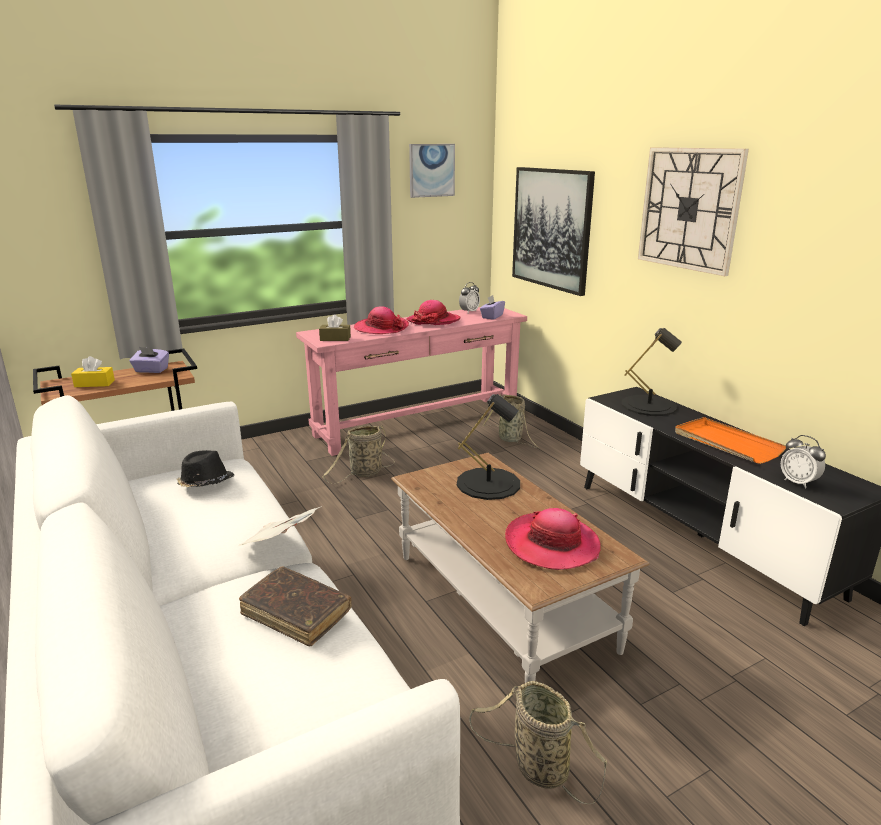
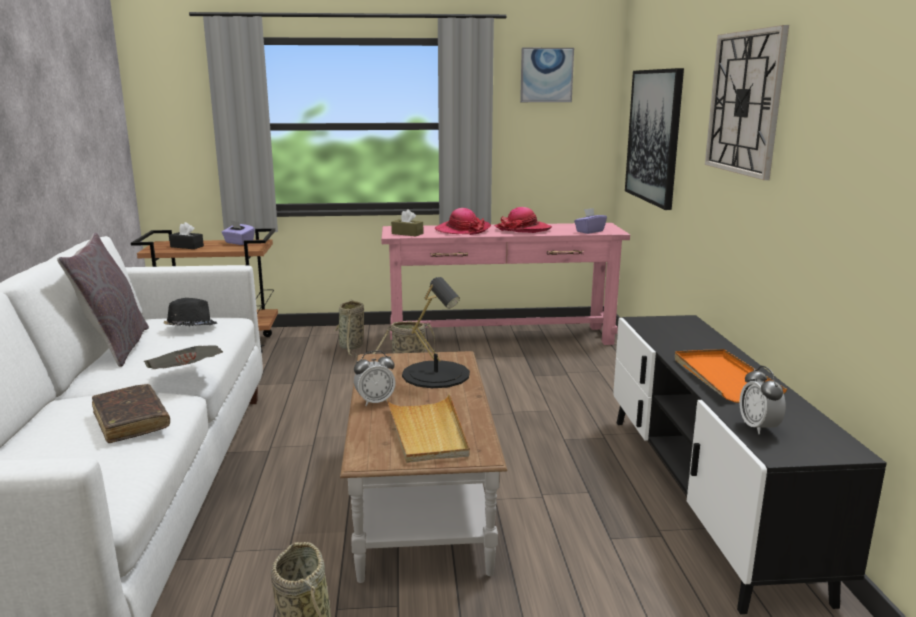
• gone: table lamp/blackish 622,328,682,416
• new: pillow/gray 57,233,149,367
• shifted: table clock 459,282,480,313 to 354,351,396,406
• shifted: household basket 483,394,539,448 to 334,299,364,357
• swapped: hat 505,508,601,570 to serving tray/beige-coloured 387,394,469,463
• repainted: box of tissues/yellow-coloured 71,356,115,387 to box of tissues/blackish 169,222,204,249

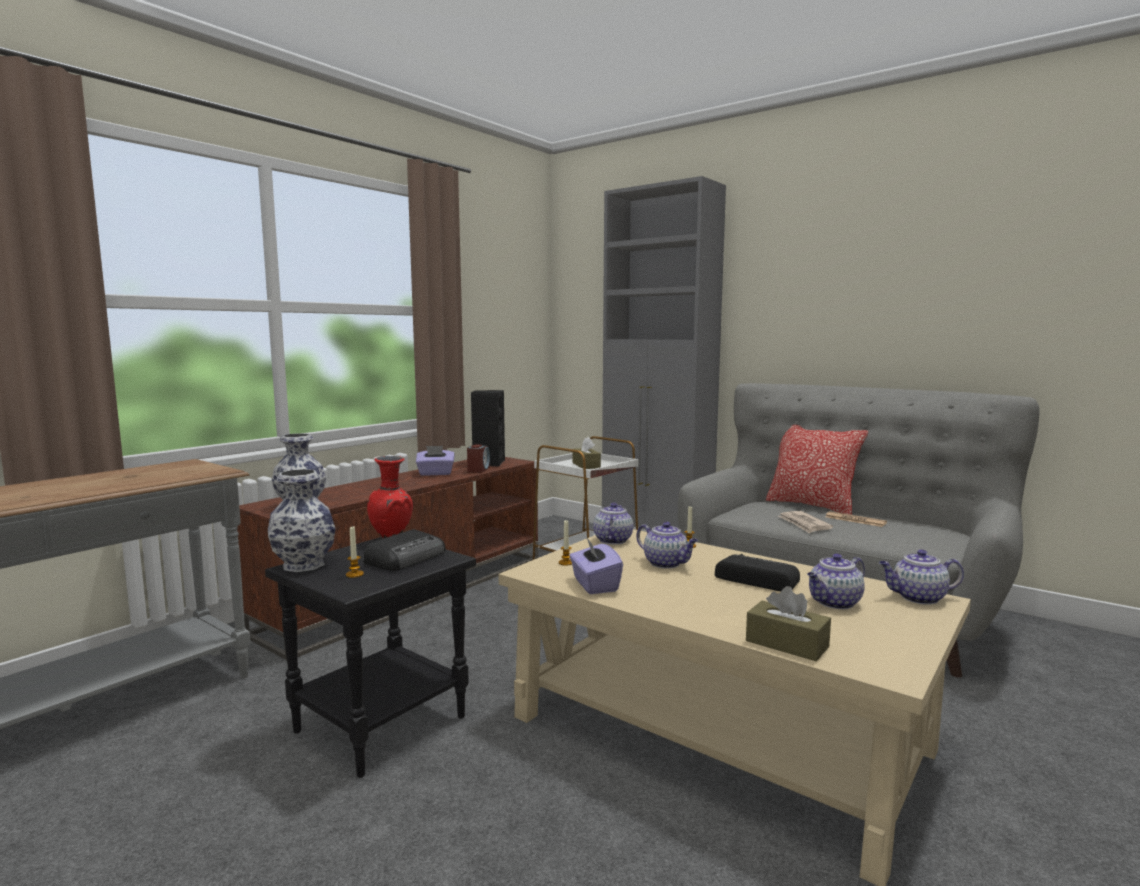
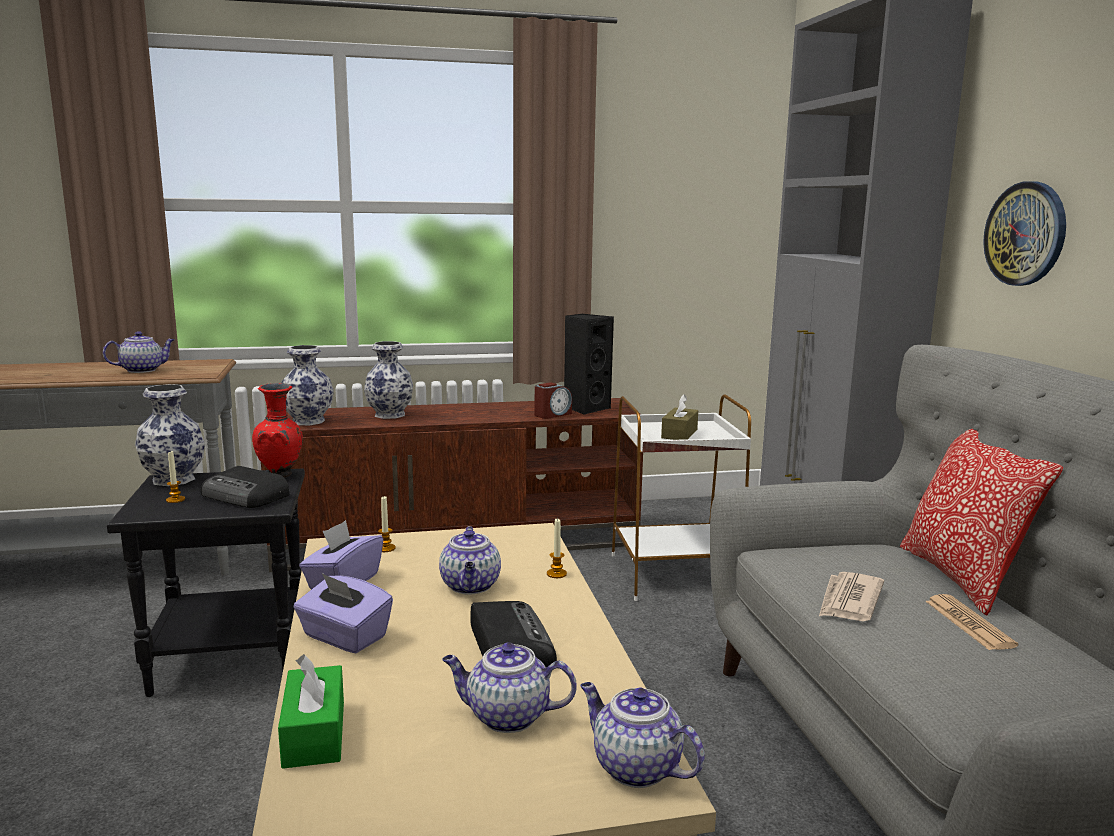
• new: flower vase 364,341,413,419
• new: clock on the wall 983,181,1066,286
• shifted: box of tissues/purple 416,446,455,476 to 294,573,393,653
• shifted: teapot 593,503,633,545 to 103,331,175,373
• repainted: box of tissues/brown 746,586,831,661 to box of tissues/green-coloured 278,654,344,769
• rotated: radio 364,529,446,571 = 201,466,289,508 45 degrees clockwise

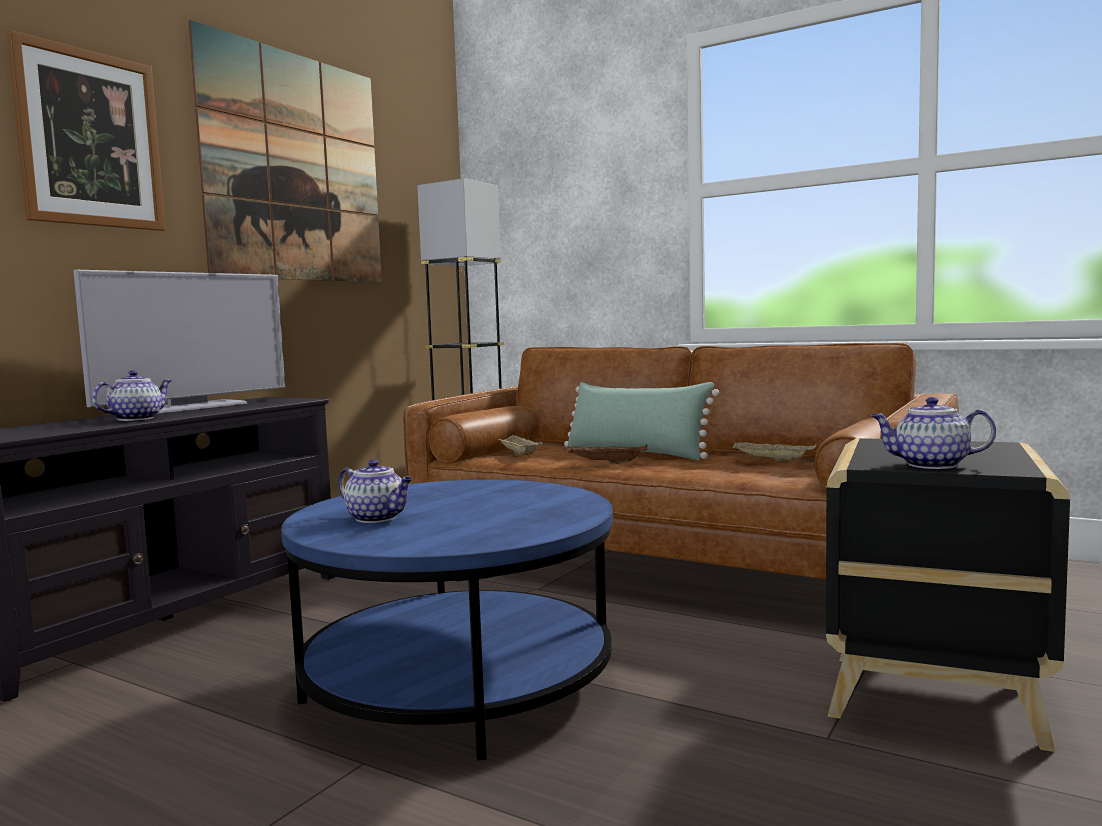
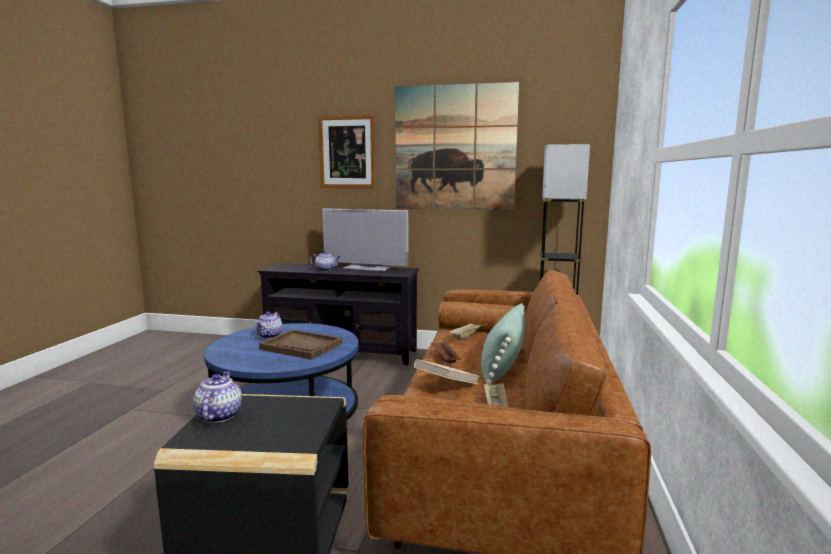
• new: serving tray/brown 259,329,342,360
• new: bound book/beige-coloured 414,359,480,384

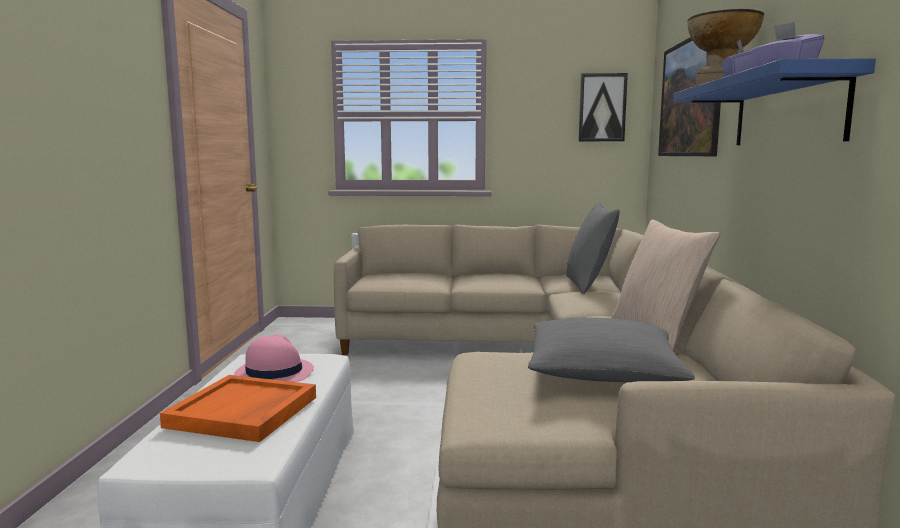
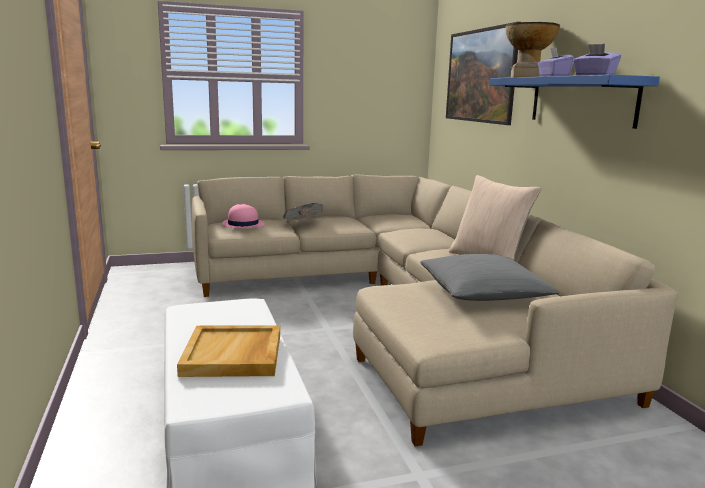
• gone: pillow/gray 566,202,620,294
• gone: picture 578,73,628,141
• new: newspaper 283,203,323,219
• shifted: hat/pinkish 234,334,314,382 to 222,204,265,229
• repainted: serving tray/orange 160,375,316,442 to serving tray/beige-coloured 177,325,280,377

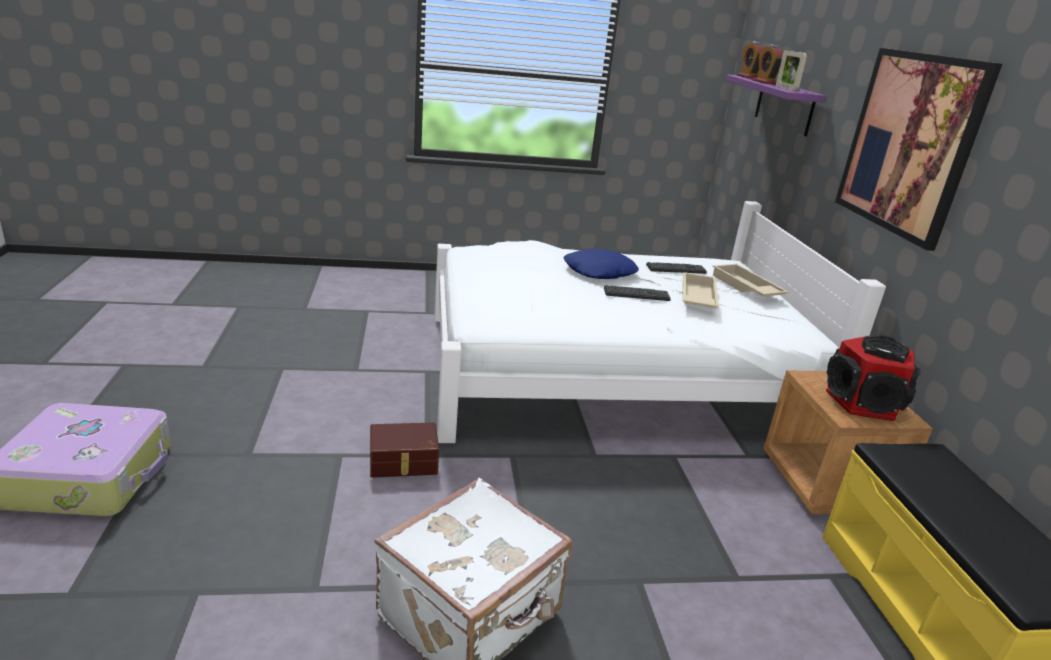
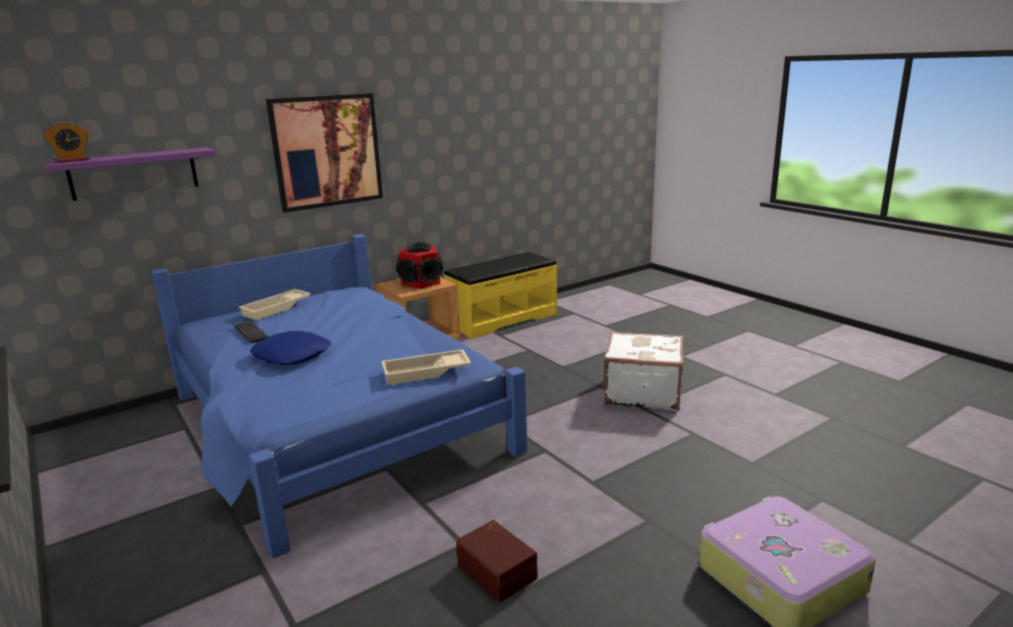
• gone: computer keyboard 604,285,671,301
• gone: table clock 753,45,783,85
• gone: photo frame 776,50,807,91
• shifted: storage bin/brown 370,422,439,478 to 456,520,538,603
• shifted: serving tray/beige-coloured 683,272,719,309 to 382,349,471,385
• repainted: sleeping bed/white 434,201,886,443 to sleeping bed/blue 151,234,527,559

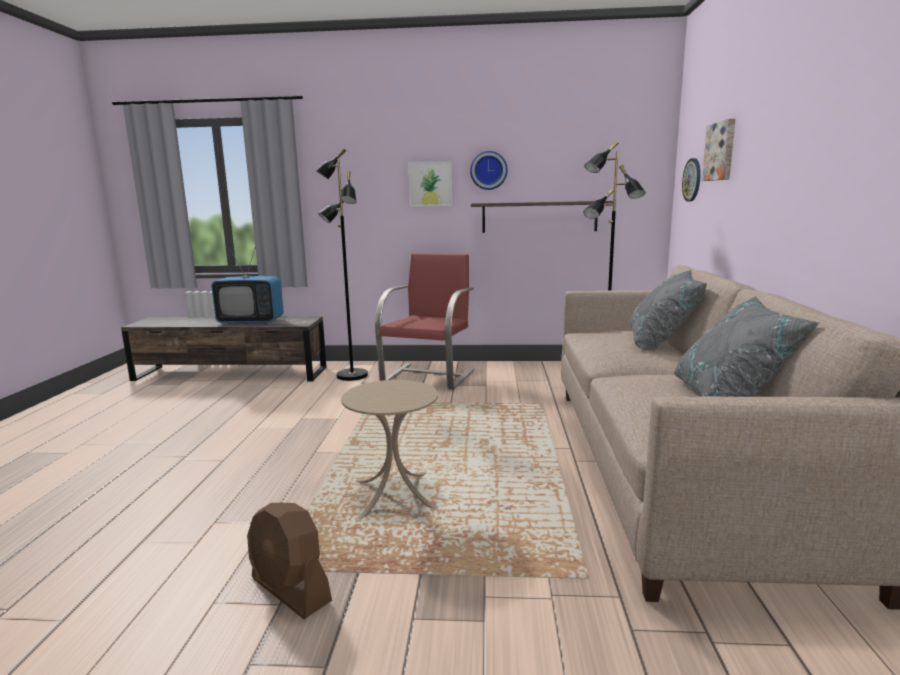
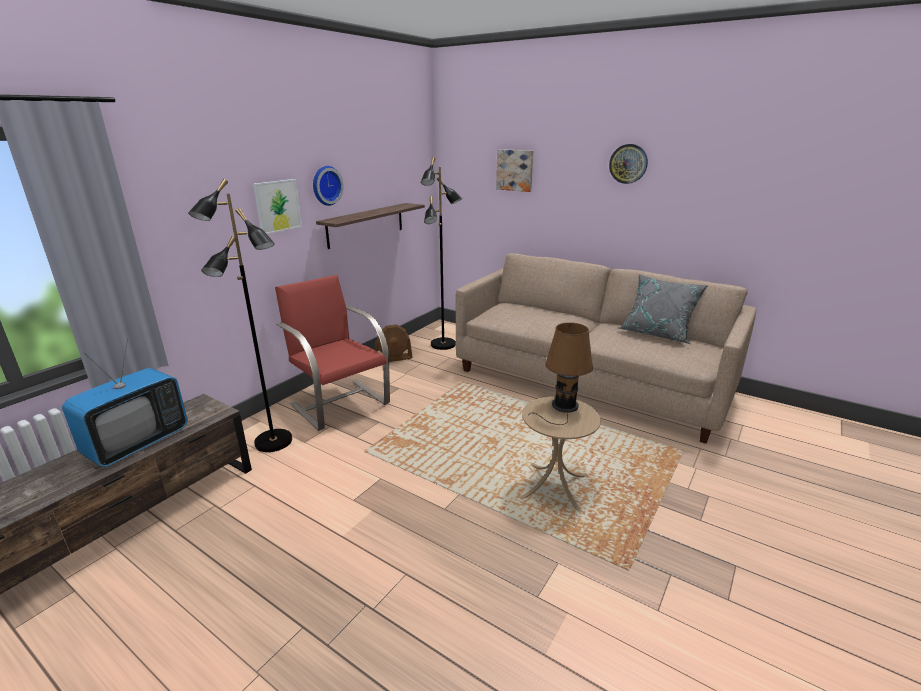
• gone: pillow/gray 630,270,707,350
• new: table lamp/brown 530,322,593,425
• shifted: electric fan/brown 247,503,332,619 to 375,324,413,362
• shifted: clock on the wall 682,158,701,202 to 609,144,648,184

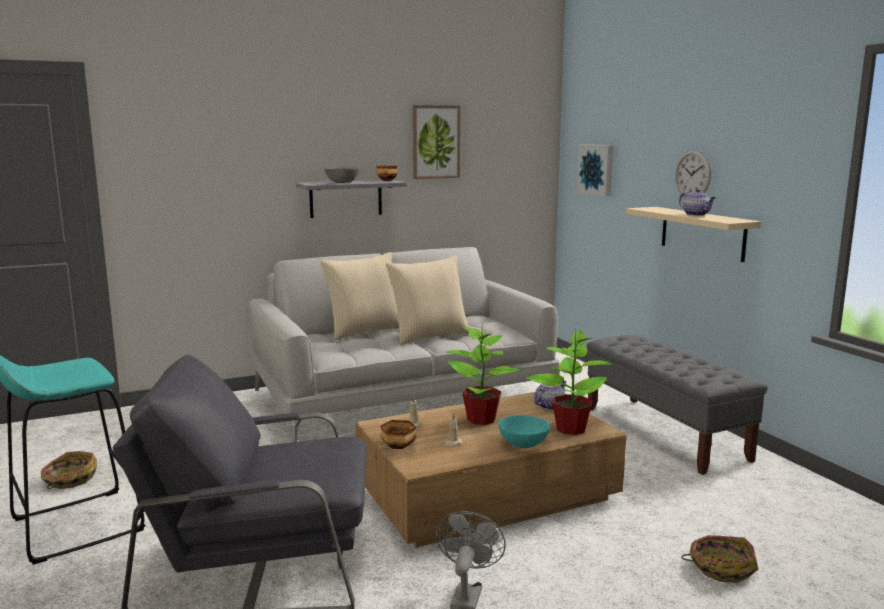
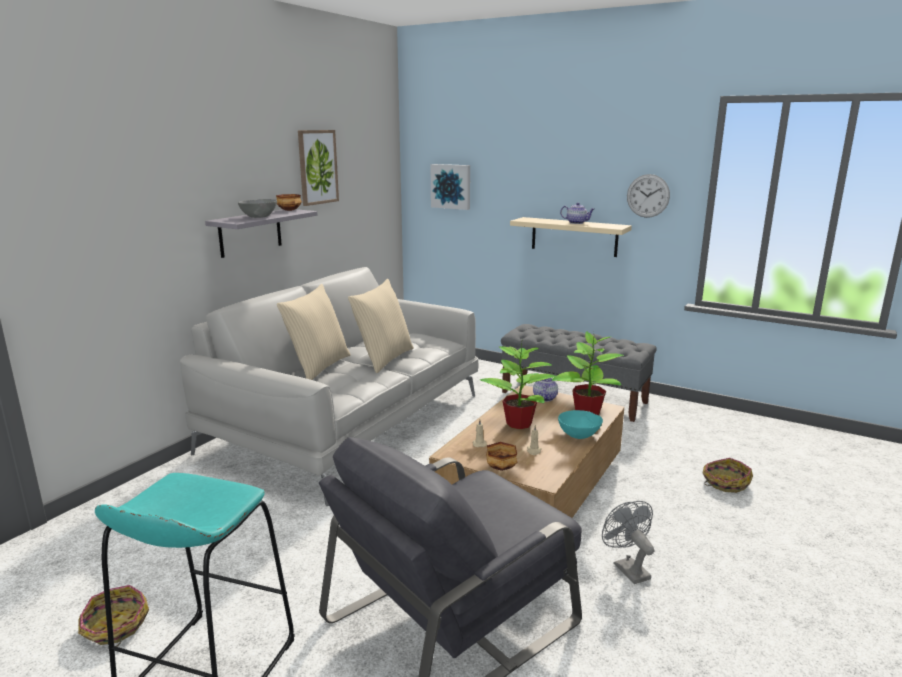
• shifted: clock on the wall 675,149,711,197 to 627,174,670,218

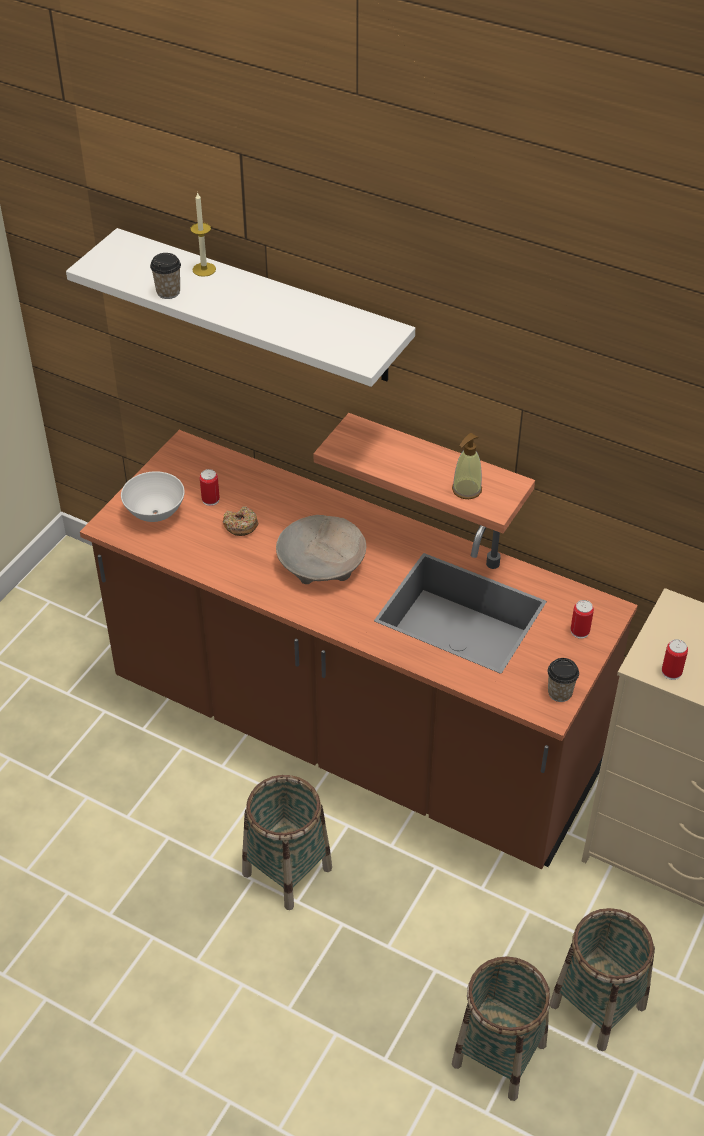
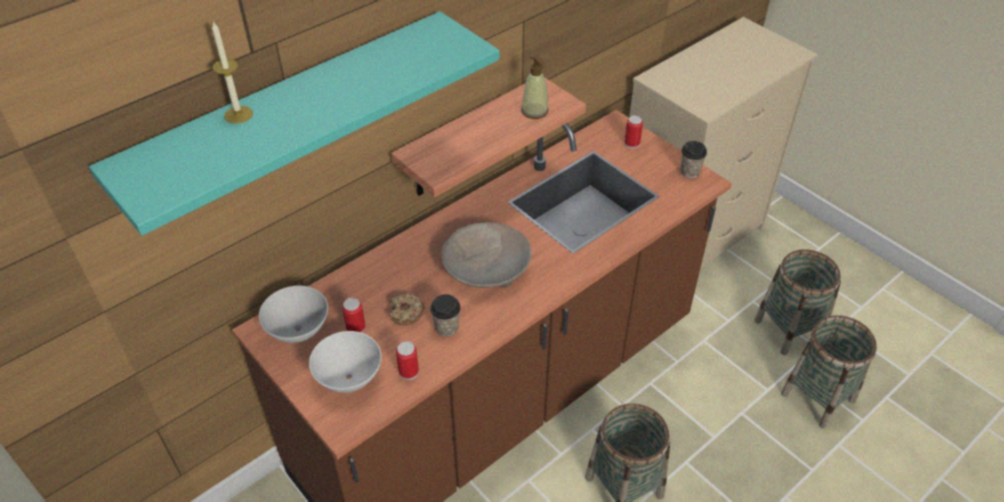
• new: serving bowl/white 259,286,328,343
• shifted: cup 150,253,181,299 to 430,294,461,337
• shifted: metal can 662,639,688,680 to 396,341,419,380
• repainted: shelf/white 66,228,415,387 to shelf/turquoise 89,11,500,236

